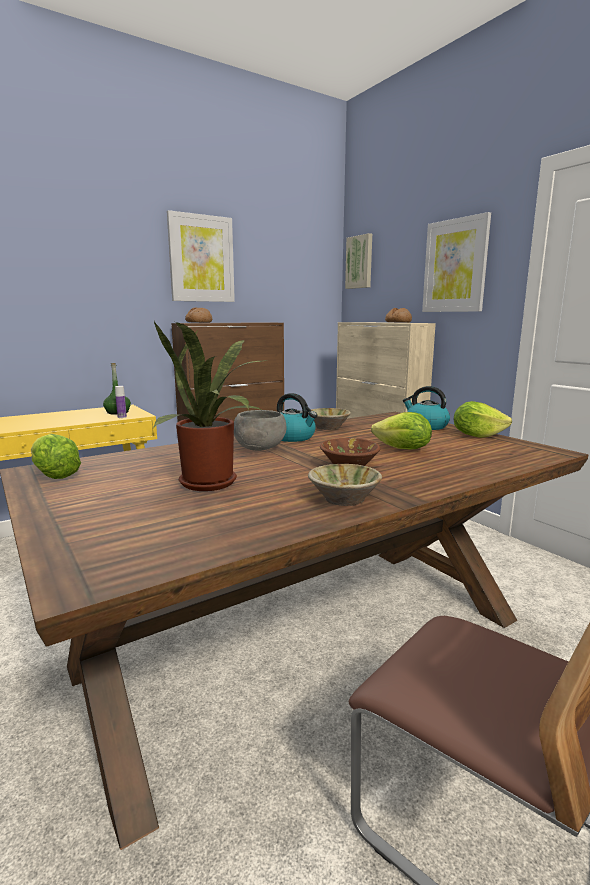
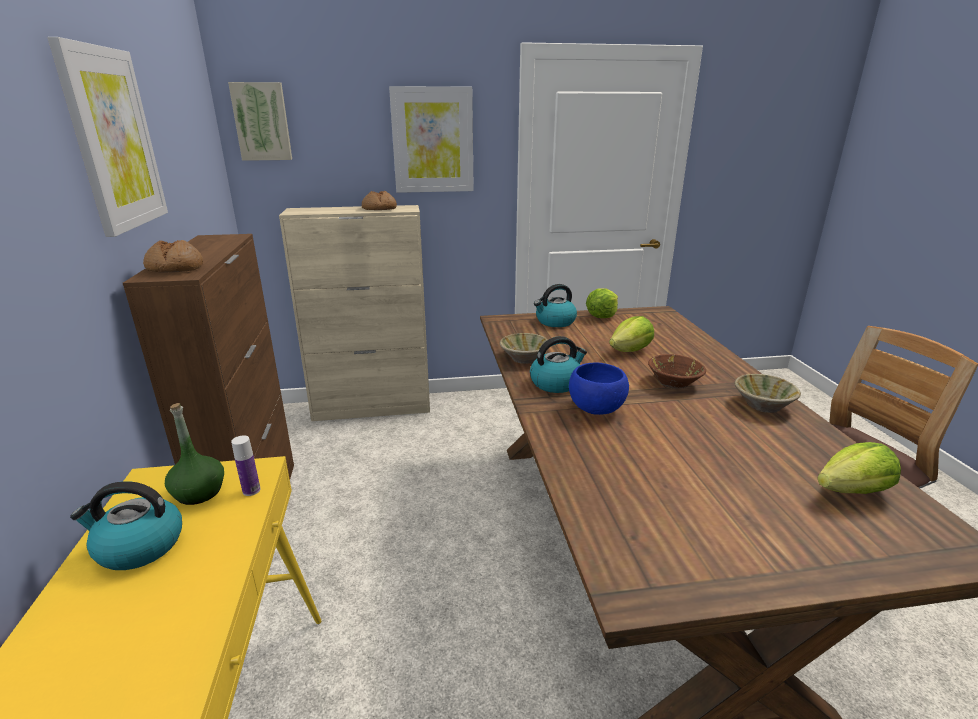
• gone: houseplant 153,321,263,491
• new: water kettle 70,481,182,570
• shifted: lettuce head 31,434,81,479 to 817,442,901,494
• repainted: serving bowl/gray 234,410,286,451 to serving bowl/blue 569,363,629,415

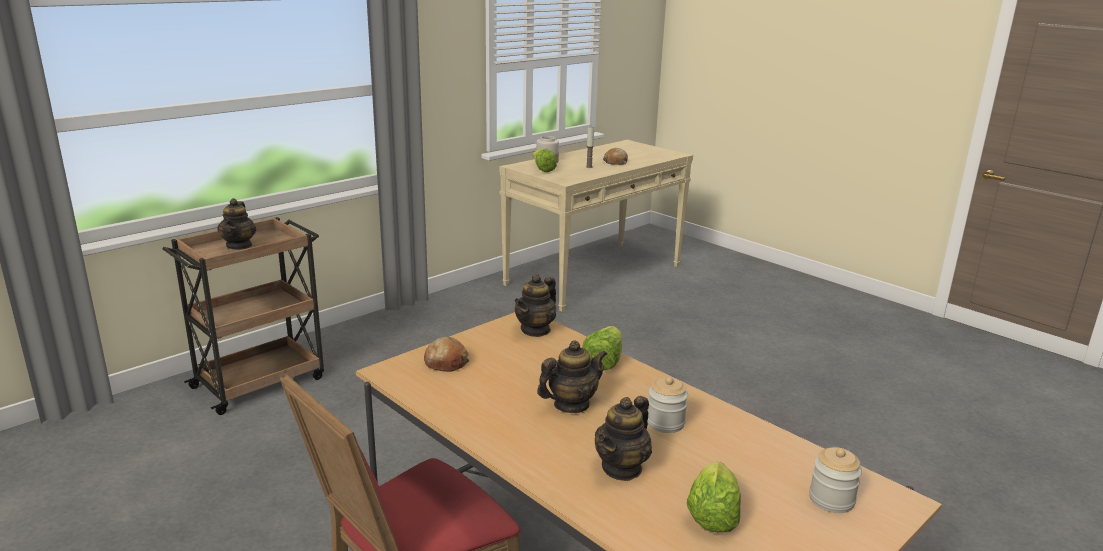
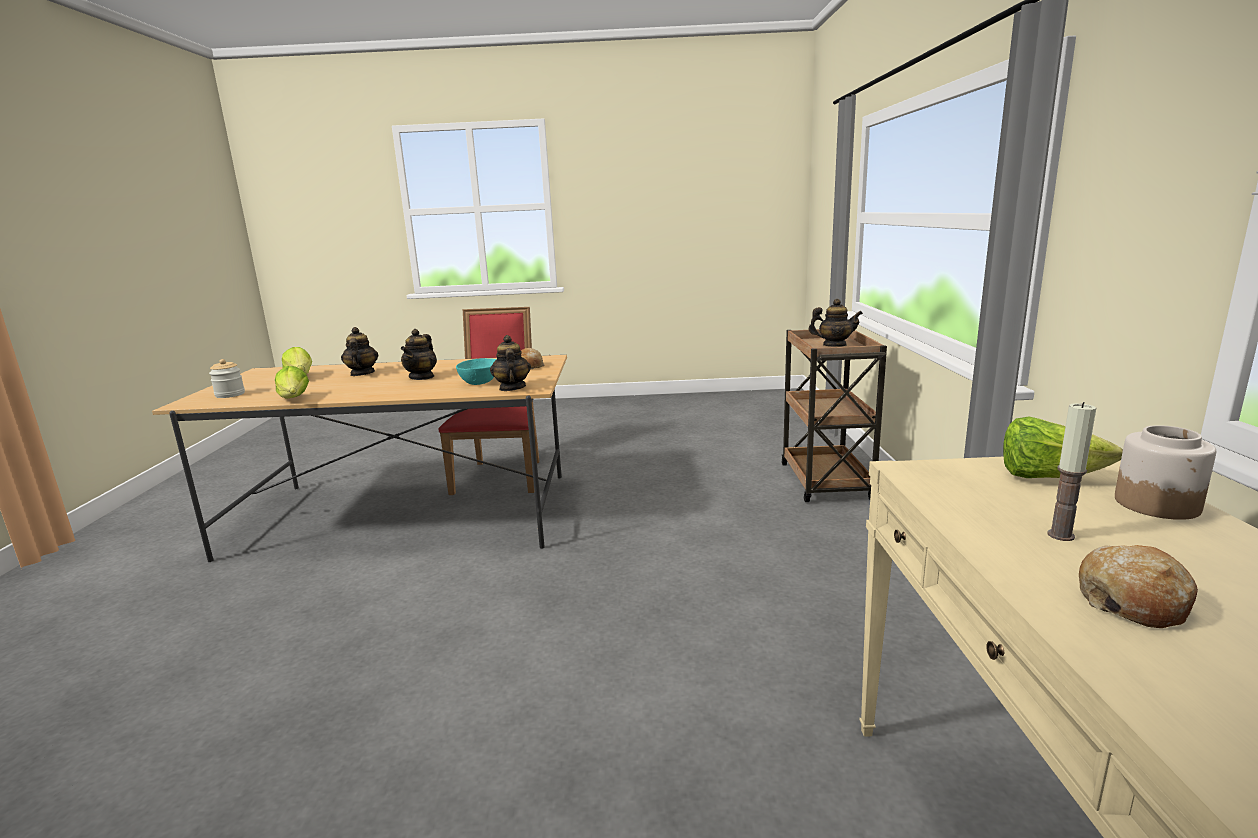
• gone: preserve jar 647,377,688,433
• new: serving bowl/turquoise 456,358,497,385
• shifted: lettuce head 582,326,622,370 to 275,366,309,399
• rotated: teapot 217,198,256,250 = 808,299,863,347 150 degrees clockwise

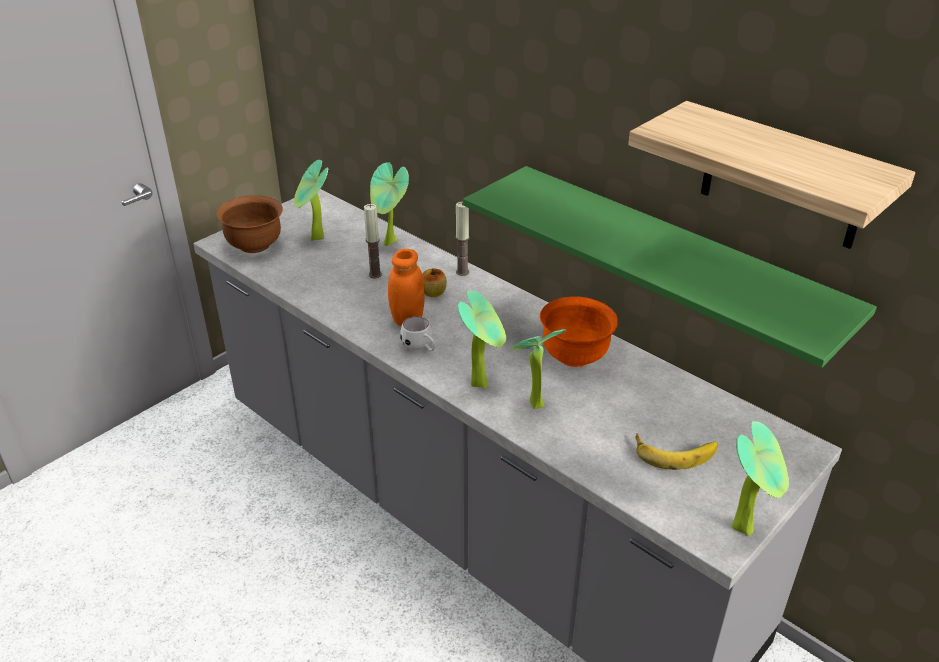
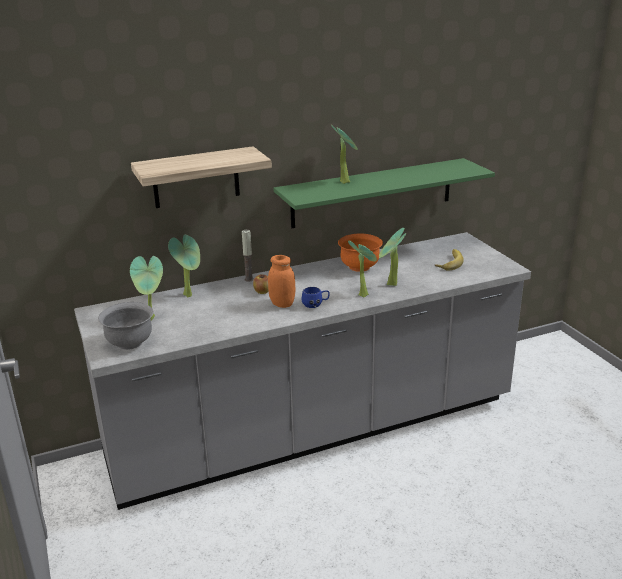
• gone: candle 364,204,382,278
• shifted: shelf 628,101,915,249 to 131,146,272,208
• shifted: houseplant 732,421,789,536 to 331,125,358,184
• repainted: serving bowl/brown 216,195,283,253 to serving bowl/gray 98,302,154,350
• repainted: tea mug/white 400,316,435,351 to tea mug/blue 301,287,330,308

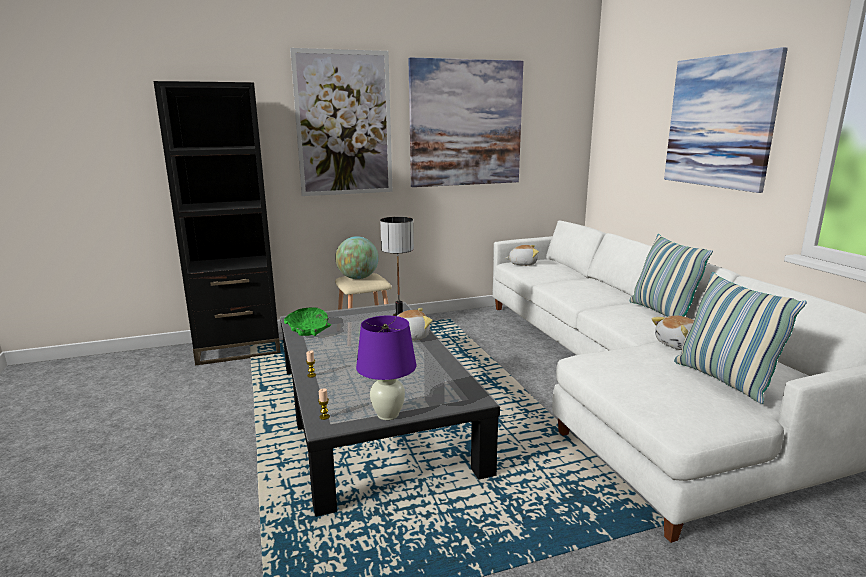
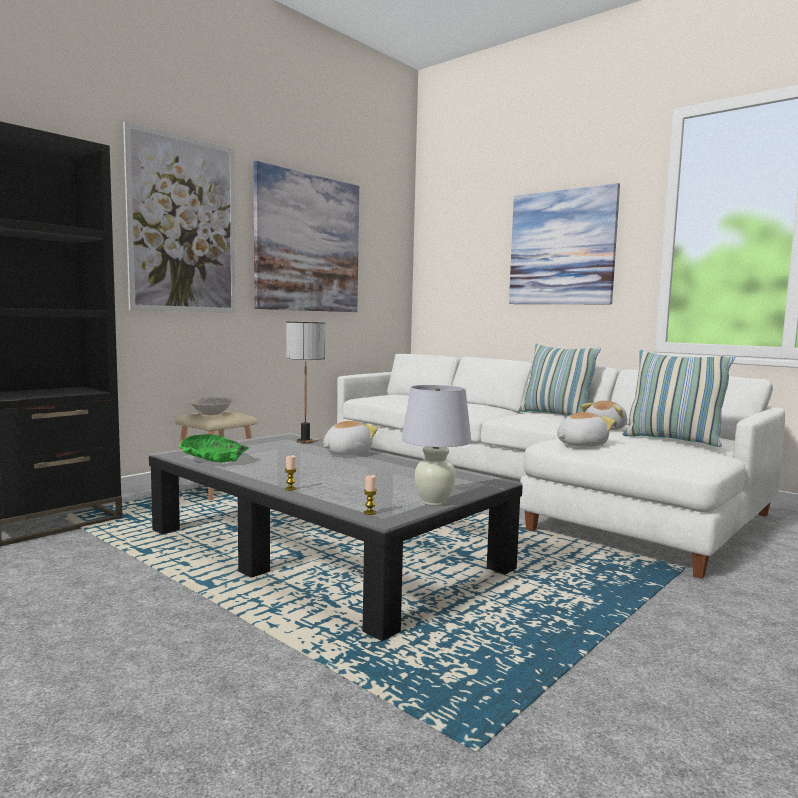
• shifted: cuddly toy 505,245,539,266 to 557,412,616,447
• swapped: globe 335,236,379,279 to serving bowl/beige-coloured 189,397,235,415
• repainted: table lamp/purple 356,316,417,420 to table lamp/white 401,385,472,506

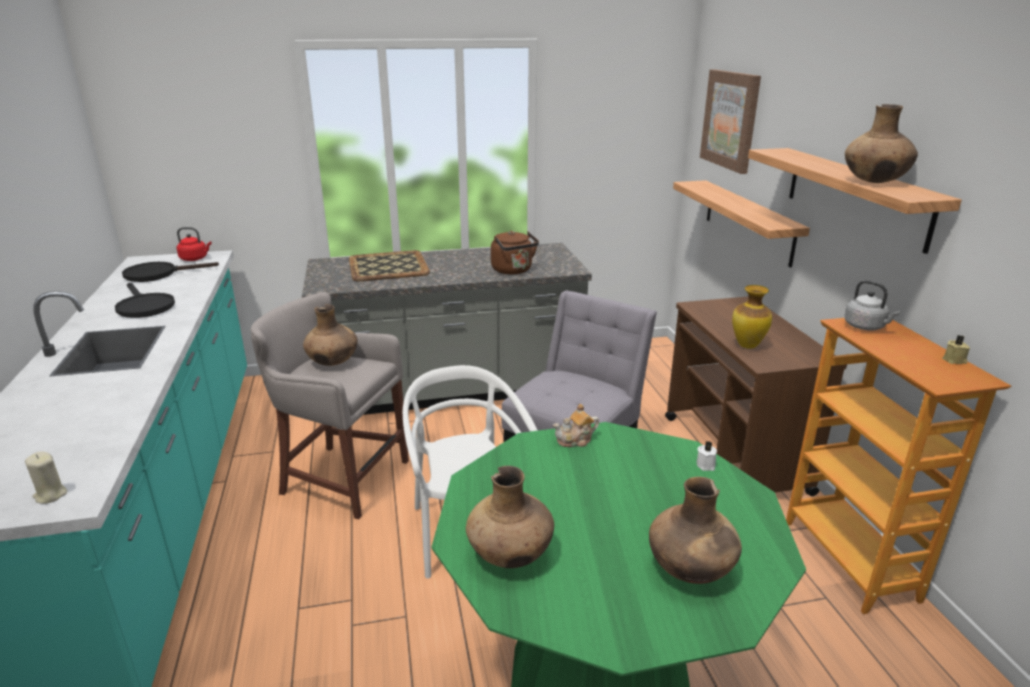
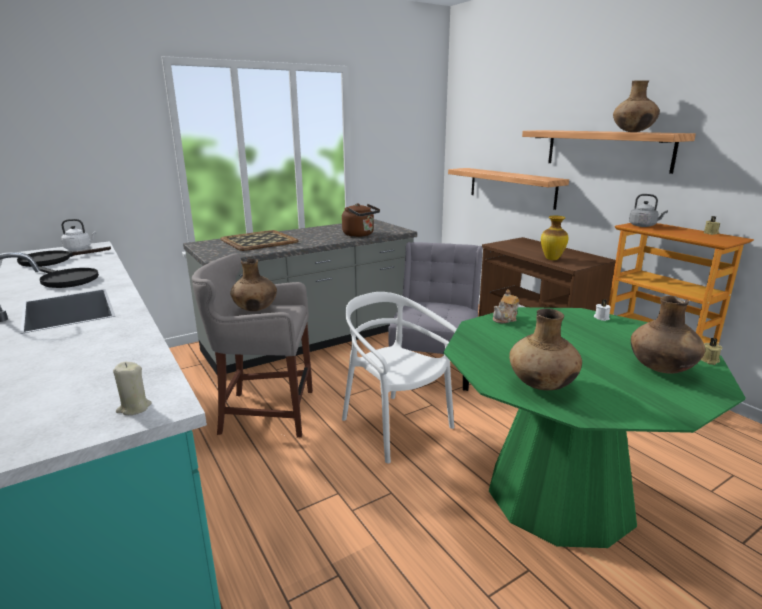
• gone: picture 700,69,761,174
• new: candle/beige-coloured 701,338,723,365
• repainted: water kettle/reddish 176,227,212,261 to water kettle/white 61,219,96,250

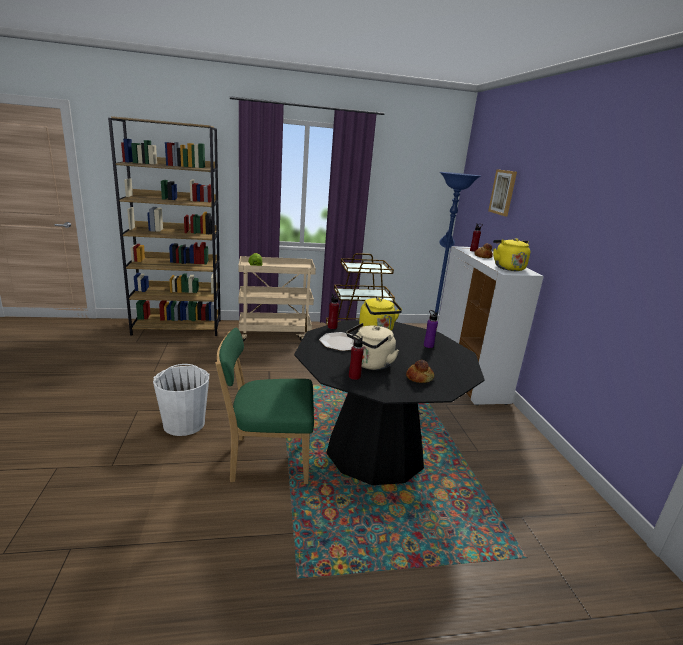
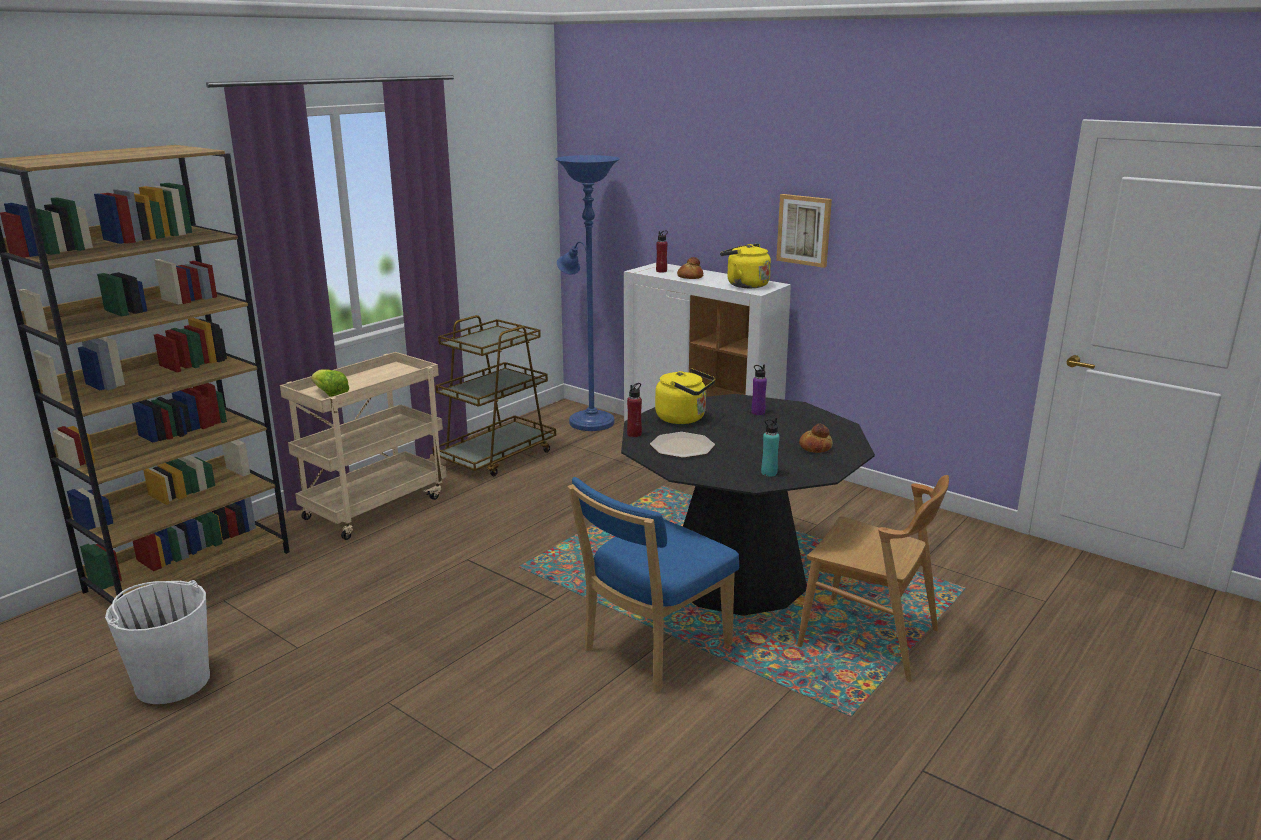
• gone: water kettle/beige-coloured 346,323,399,370
• new: chair/brown 797,475,949,682
• shifted: pail/white 153,364,210,436 to 105,580,210,704
• shifted: picture 488,169,517,216 to 776,194,832,268
• repainted: chair/green-coloured 215,327,314,484 to chair/blue 568,477,739,692
• repainted: drink bottle/reddish 349,335,364,380 to drink bottle/turquoise 761,418,780,477

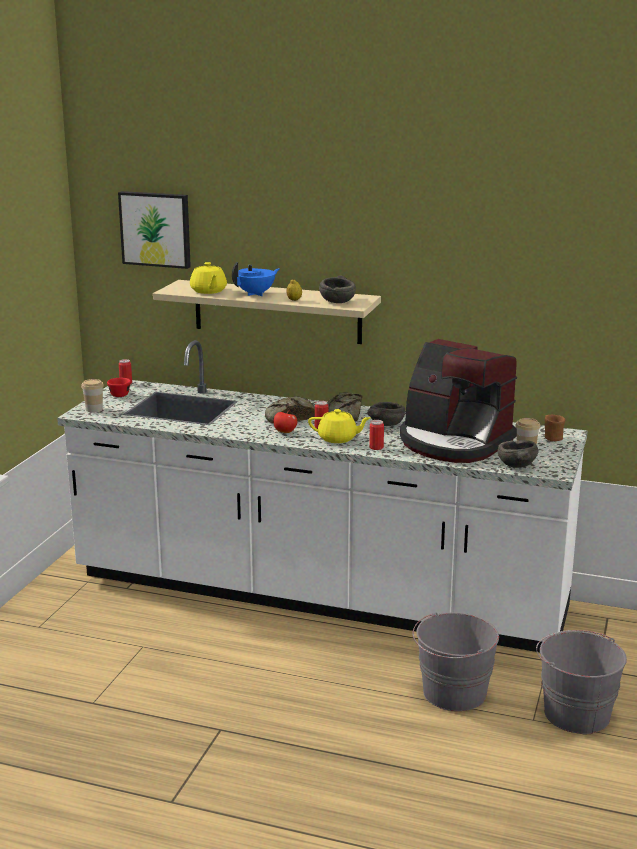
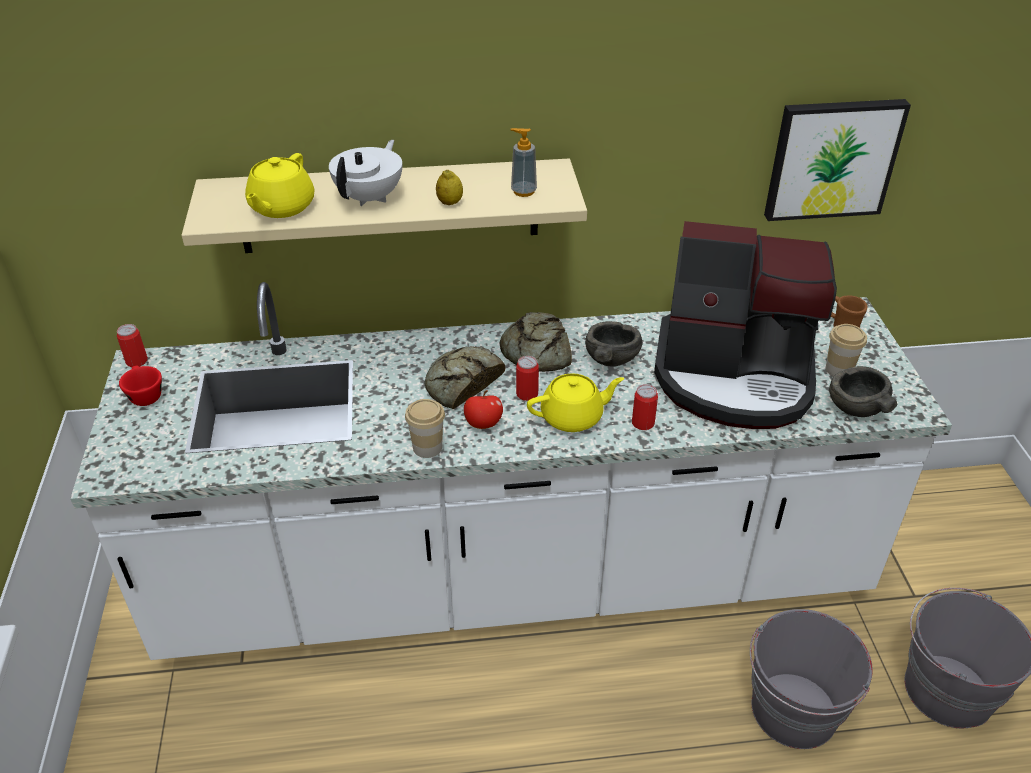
• shifted: cup 81,379,104,413 to 405,399,445,458
• shifted: picture 118,191,191,269 to 764,99,911,221
• swapped: serving bowl/gray 319,275,356,303 to soap bottle 510,128,537,197
• repainted: teapot/blue 232,262,280,296 to teapot/white 329,140,402,206
• rotated: teapot/yellow-coloured 190,262,227,294 = 245,153,314,218 60 degrees clockwise

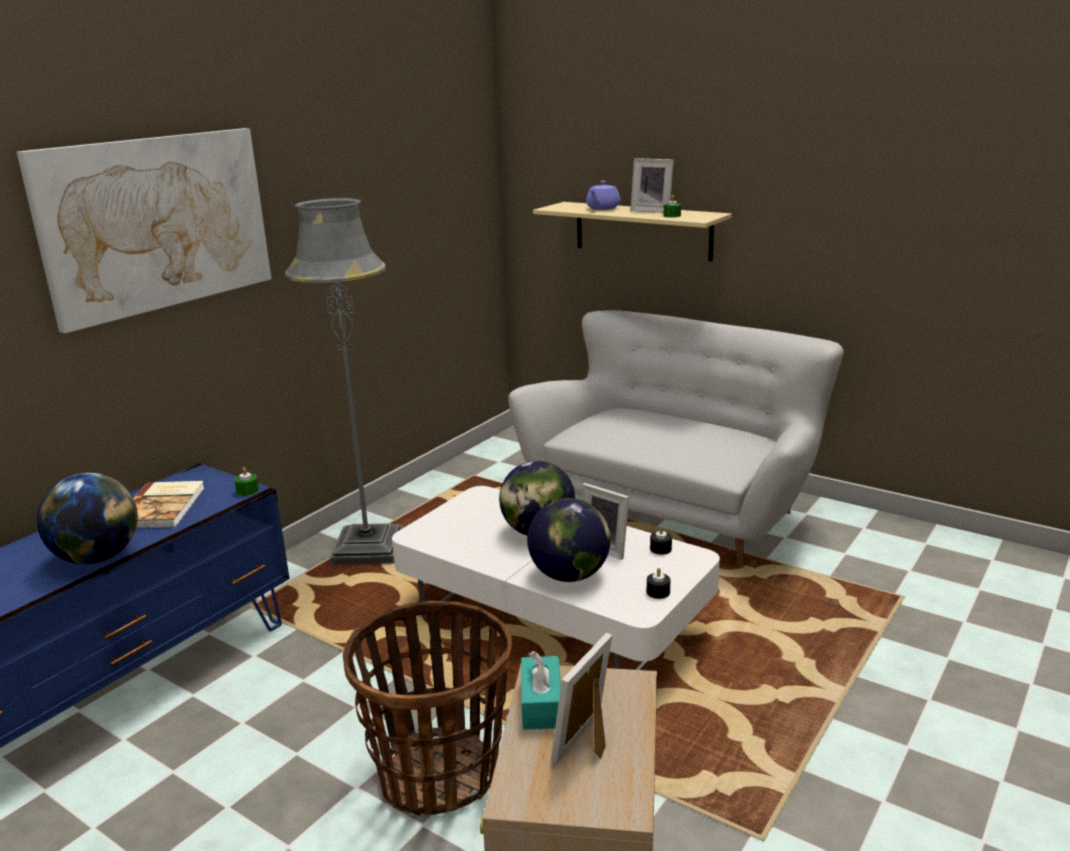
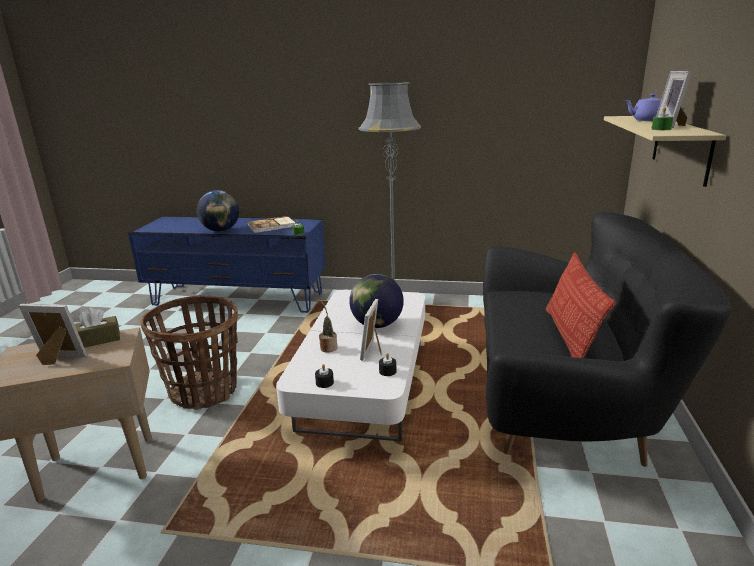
• gone: picture 17,128,271,333
• new: pillow 546,252,616,358
• swapped: globe 527,498,610,582 to houseplant 319,301,337,353
• repainted: sofa/white 508,310,844,568 to sofa/blackish 483,212,732,467
• repainted: box of tissues/turquoise 521,651,561,730 to box of tissues/brown 75,308,120,348

